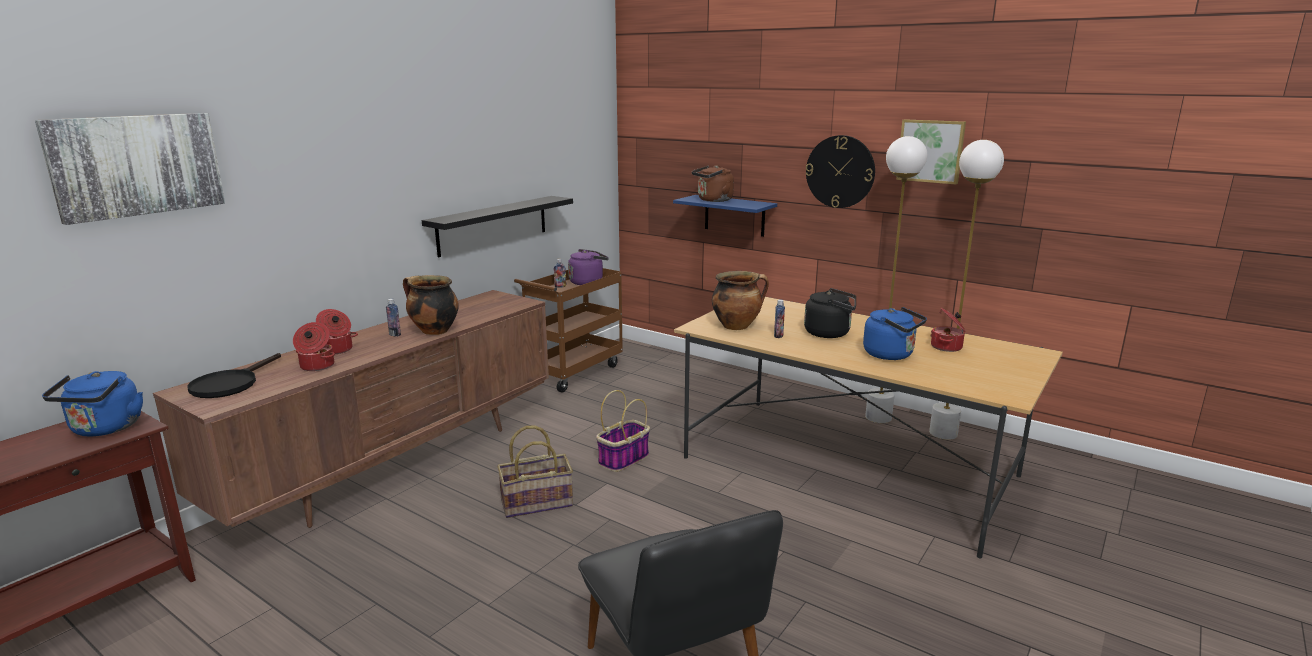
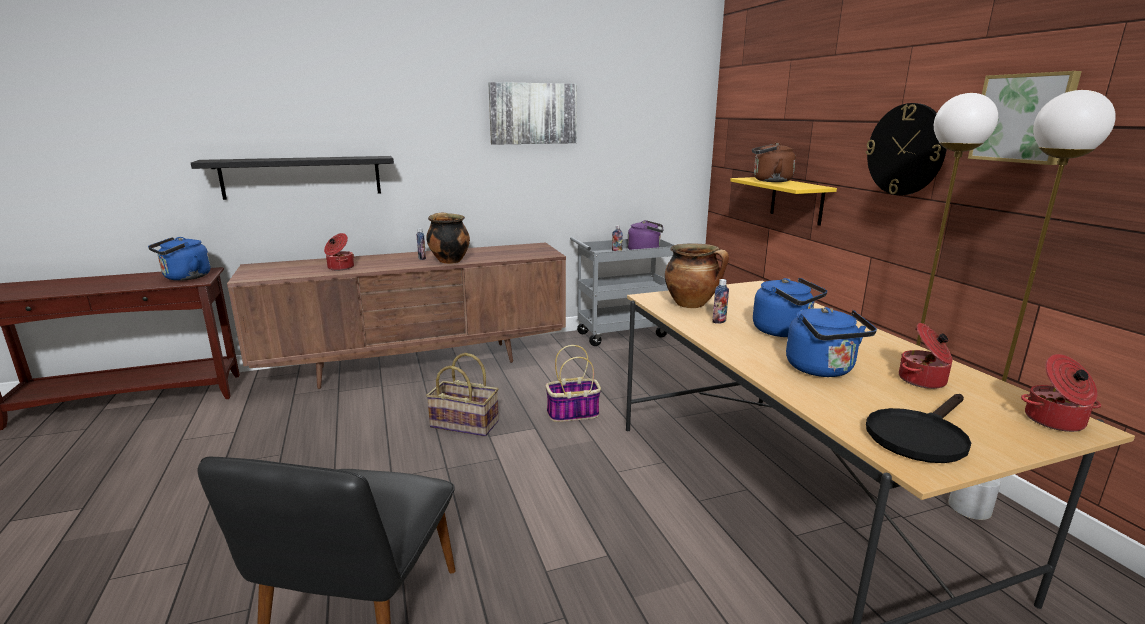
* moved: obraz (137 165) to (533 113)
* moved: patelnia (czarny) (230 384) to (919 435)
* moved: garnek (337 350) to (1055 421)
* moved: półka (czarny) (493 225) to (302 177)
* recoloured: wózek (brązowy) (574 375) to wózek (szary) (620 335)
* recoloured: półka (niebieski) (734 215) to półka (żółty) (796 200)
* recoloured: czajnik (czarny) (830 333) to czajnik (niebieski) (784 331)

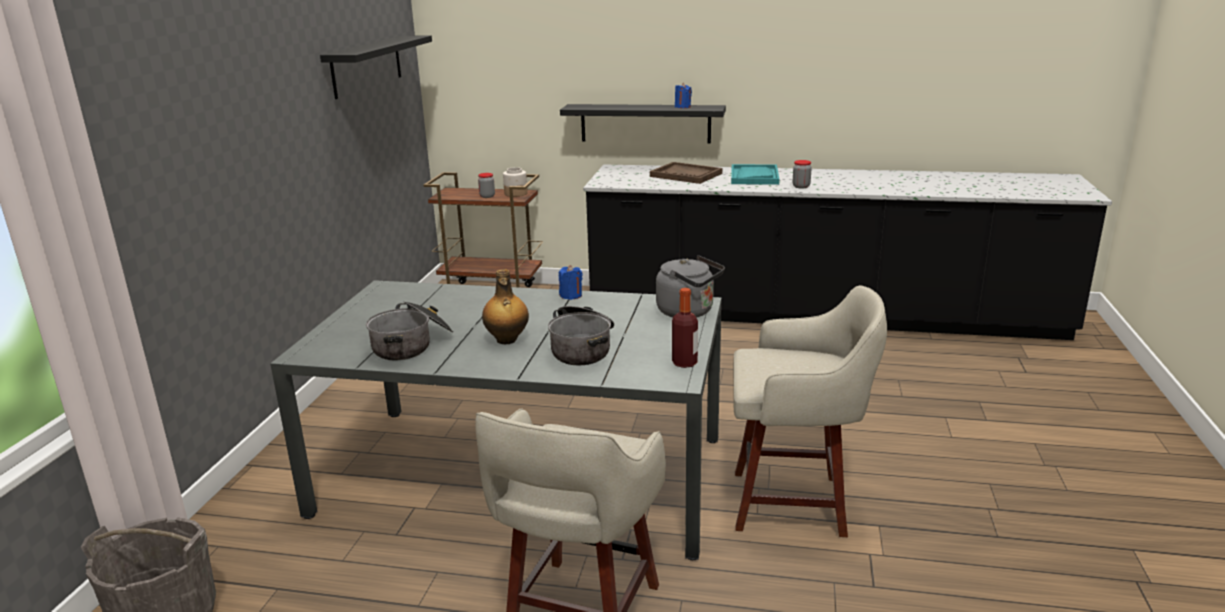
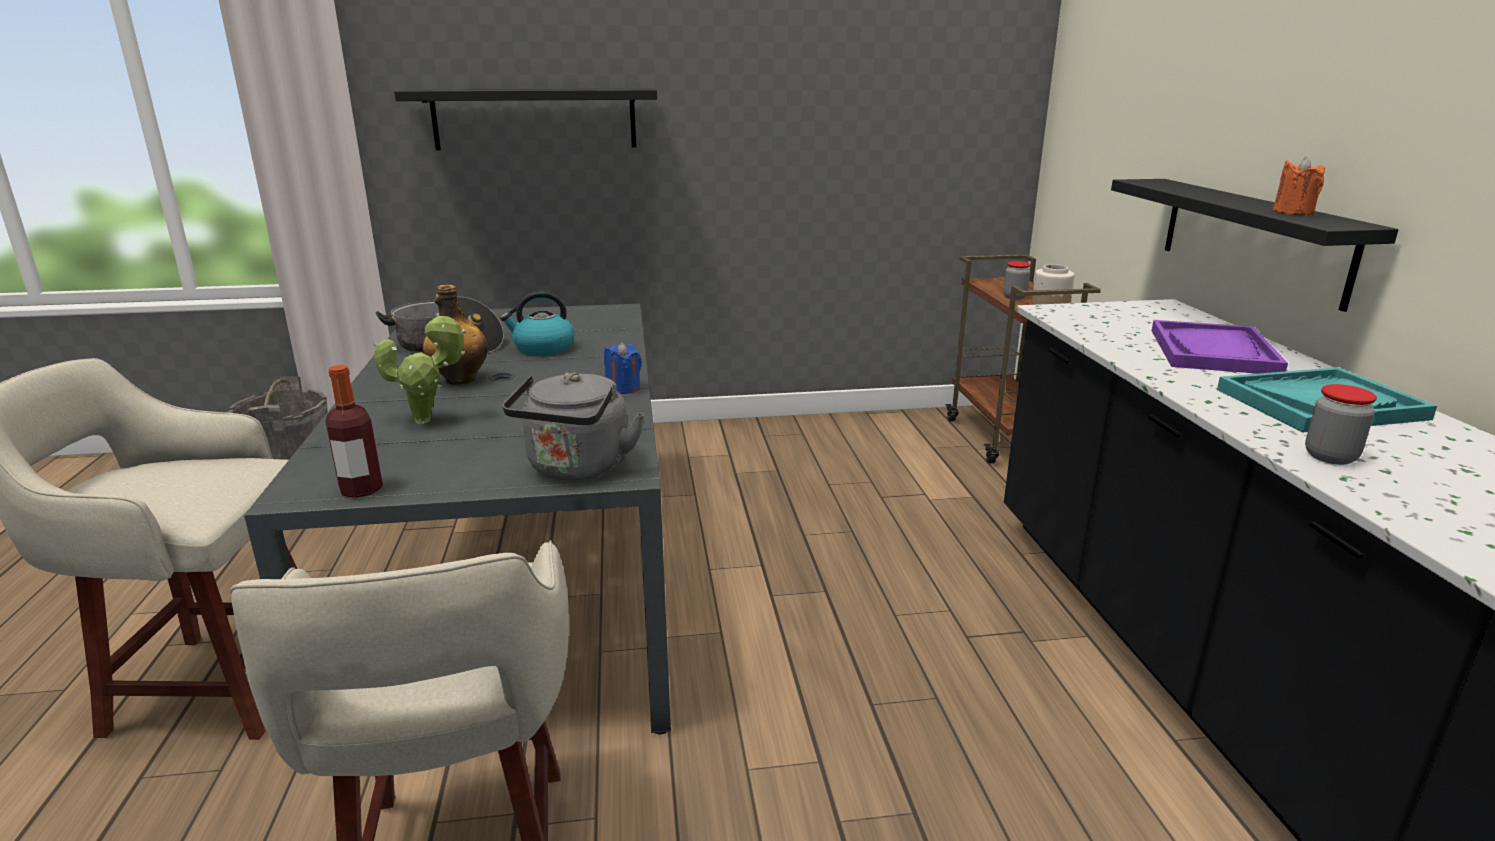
* moved: półka (czarny) (367 66) to (535 119)
* replaced: garnek (583 348) to roślina doniczkowa (428 420)
* recoloured: taca (brązowy) (686 175) to taca (fioletowy) (1213 351)
* recoloured: świeca (niebieski) (682 107) to świeca (pomarańczowy) (1293 212)
* added: czajnik (543 348)

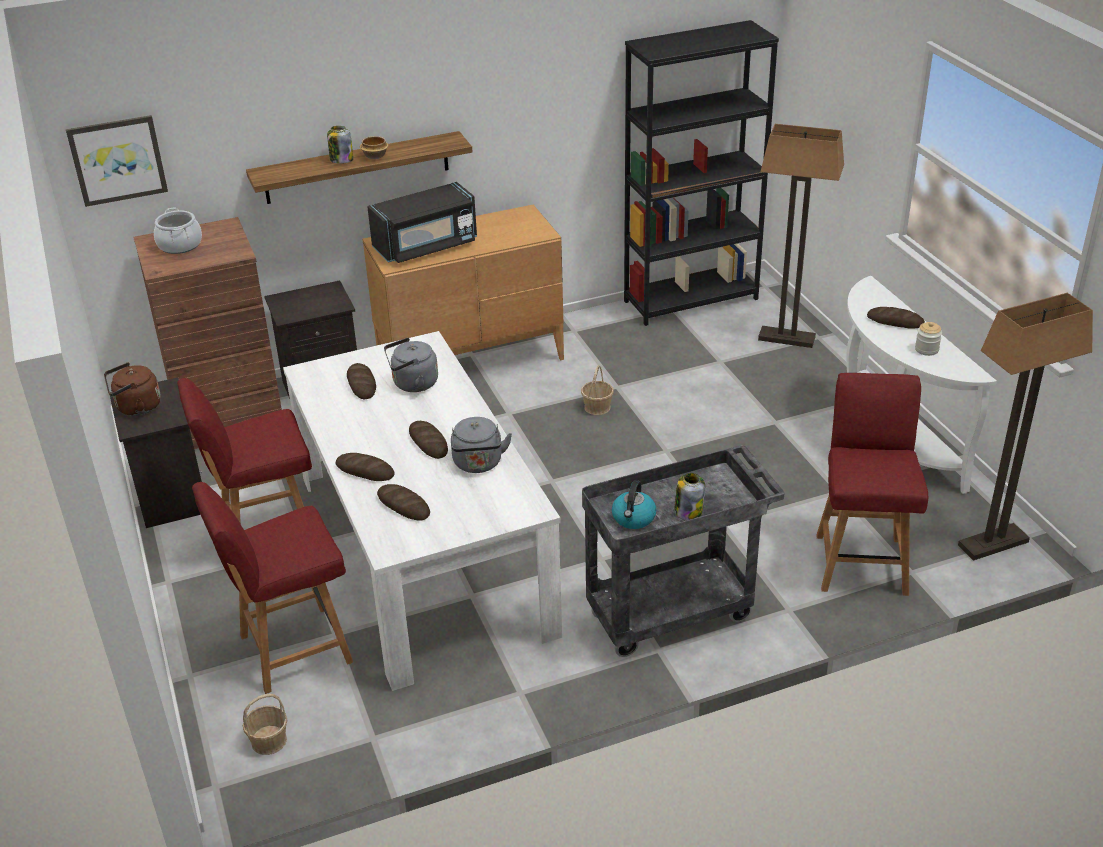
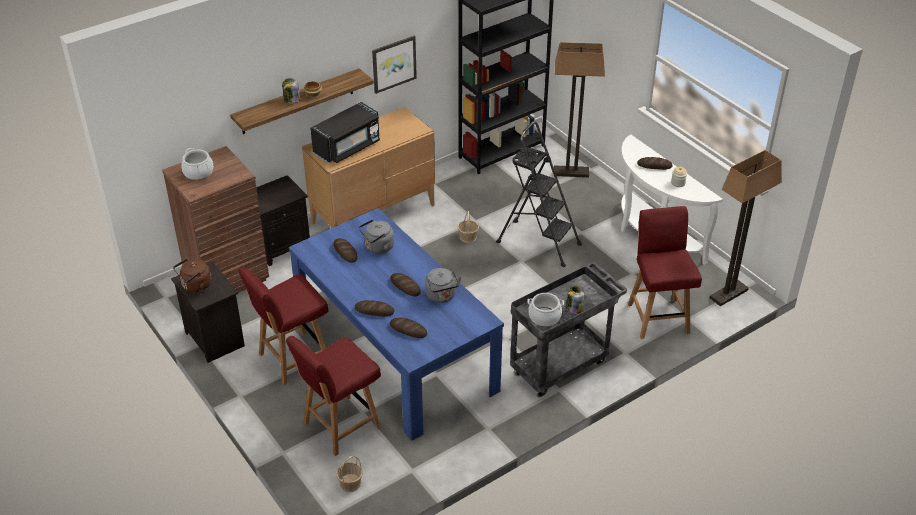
* moved: obraz (117 160) to (393 64)
* recoloured: stół jadalny (biały) (423 553) to stół jadalny (niebieski) (395 351)
* replaced: czajnik (633 518) to garnek (544 317)
* added: drabinka (537 242)

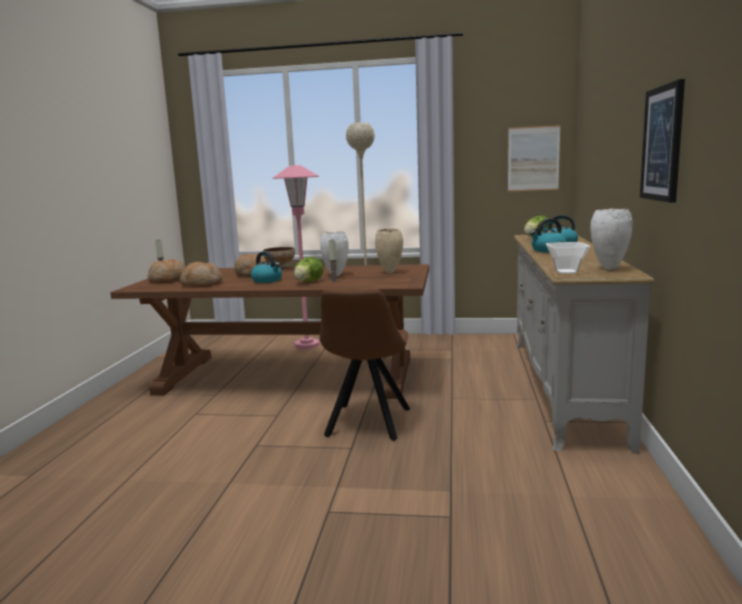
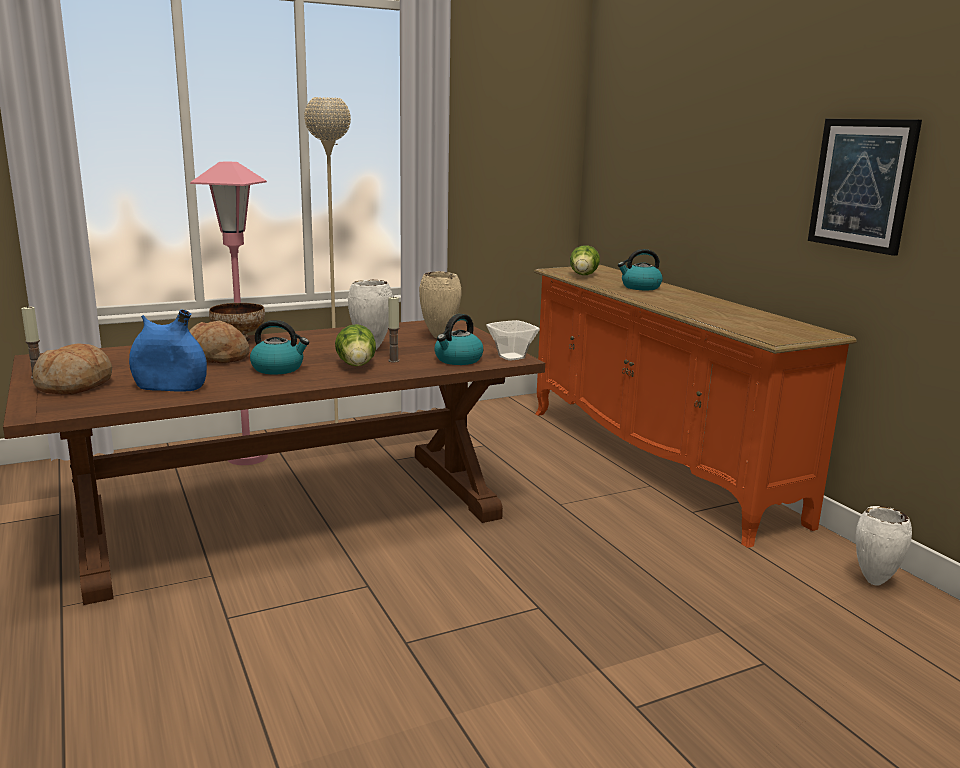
* replaced: chleb (201 284) to wazon (niebieski) (170 387)
* removed: krzesło (brązowy) (367 422)
* removed: obraz (533 158)
* recoloured: szafka (szary) (561 386) to szafka (pomarańczowy) (652 463)
* moved: czajnik (548 250) to (458 360)
* moved: miska (565 272) to (511 357)
* moved: wazon (biały) (608 269) to (873 582)

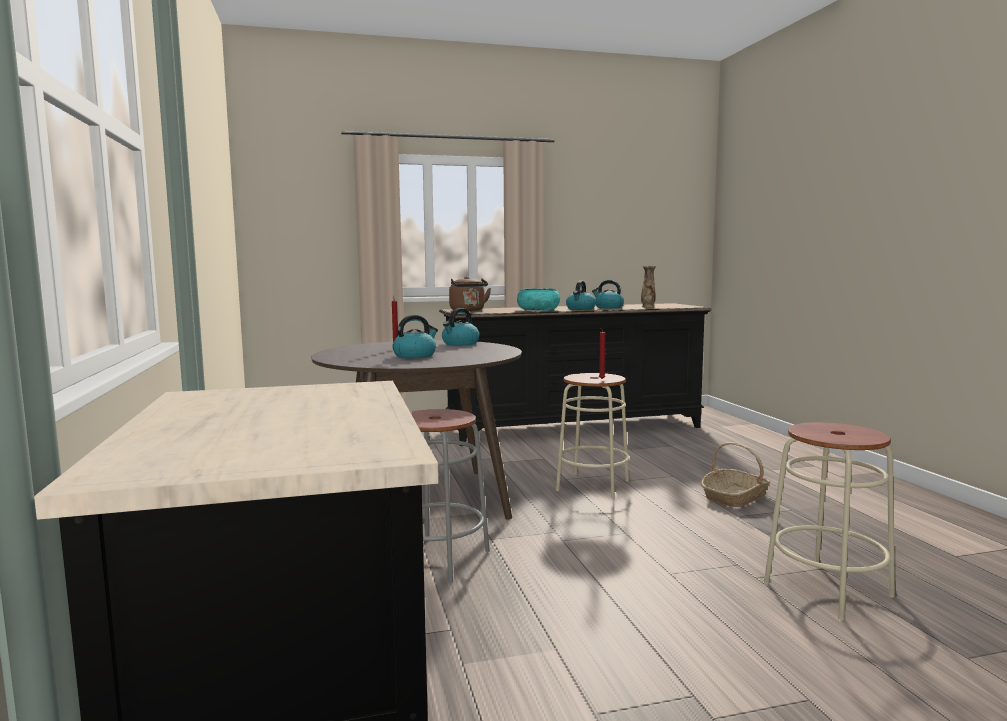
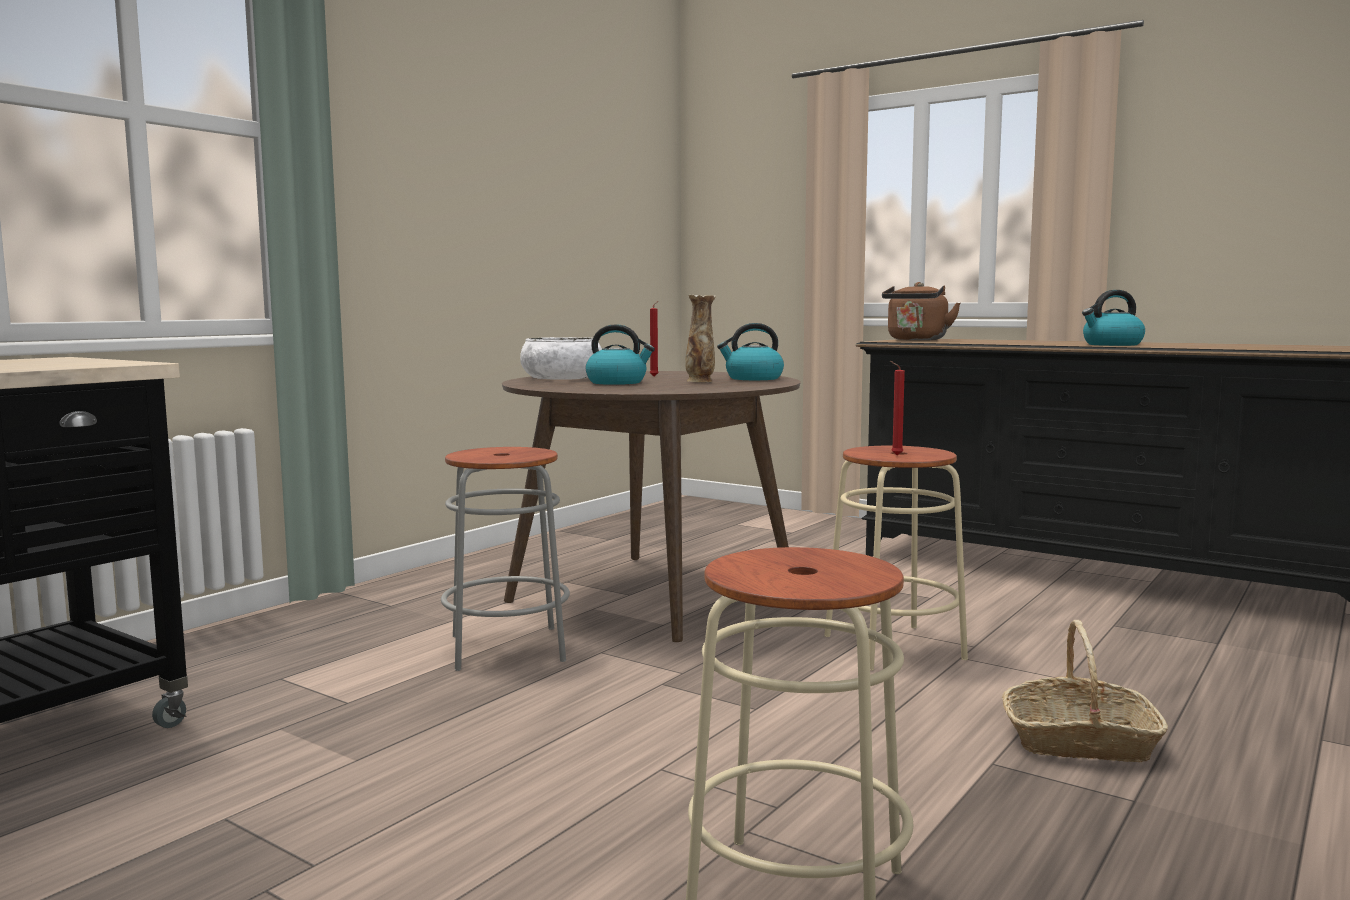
* removed: miska (turkusowy) (538 310)
* removed: czajnik (608 307)
* moved: wazon (648 307) to (700 381)
* added: miska (biały) (562 378)

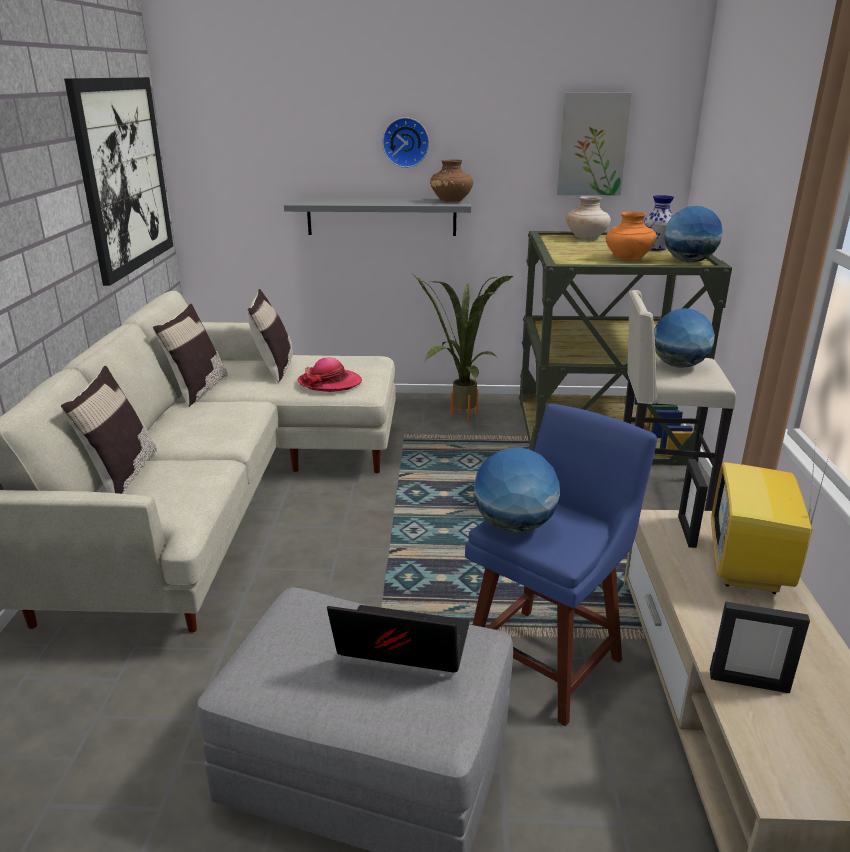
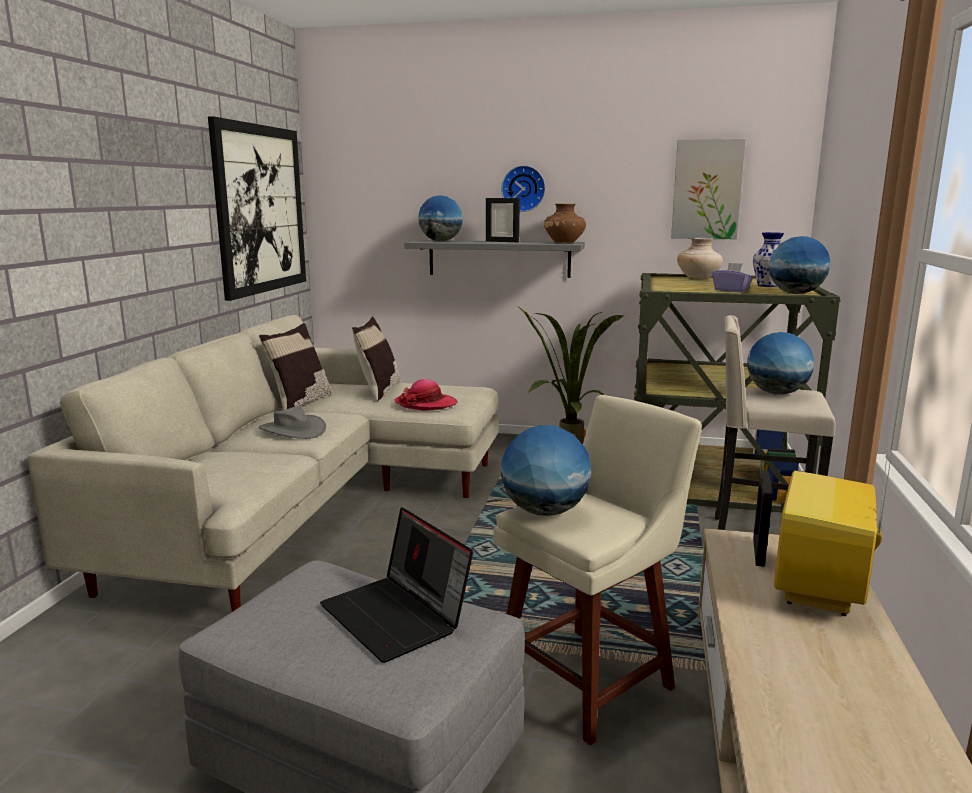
* removed: poduszka (121 475)
* turned: laptop (400 647) = (397 616) 150 degrees counterclockwise
* recoloured: stołek (niebieski) (548 659) to stołek (beżowy) (590 678)
* replaced: wazon (pomarańczowy) (628 258) to pudełko chusteczek (fioletowy) (731 290)
* moved: ramka na zdjęcie (749 681) to (502 241)
* added: kapelusz (szary) (292 430)
* added: globus (441 241)

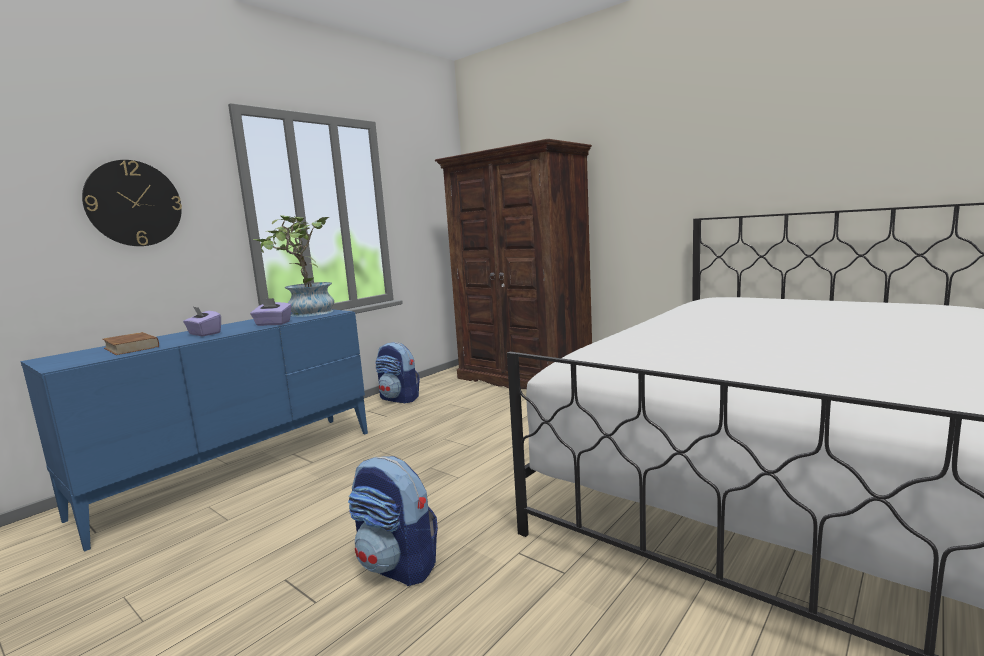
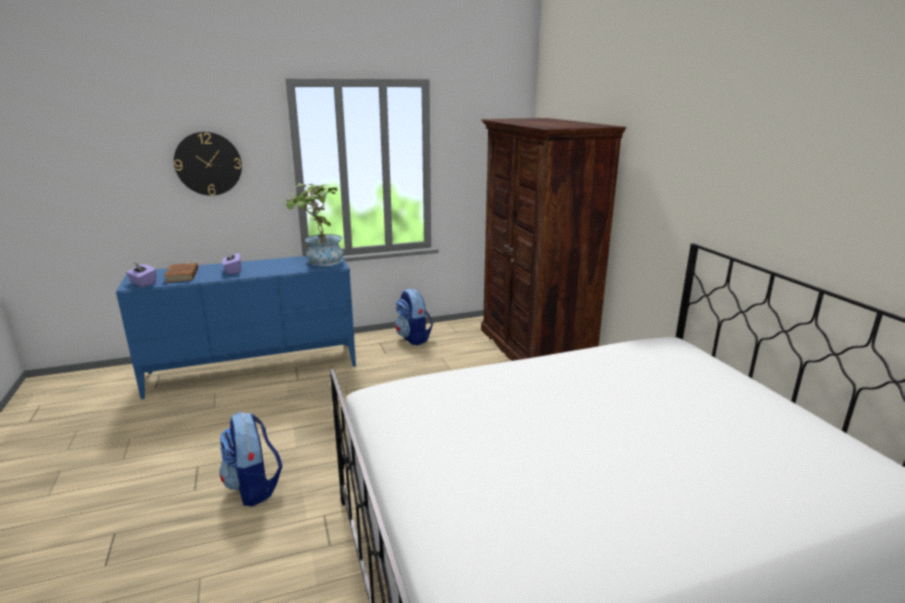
* moved: pudełko chusteczek (fioletowy) (273 324) to (143 283)

